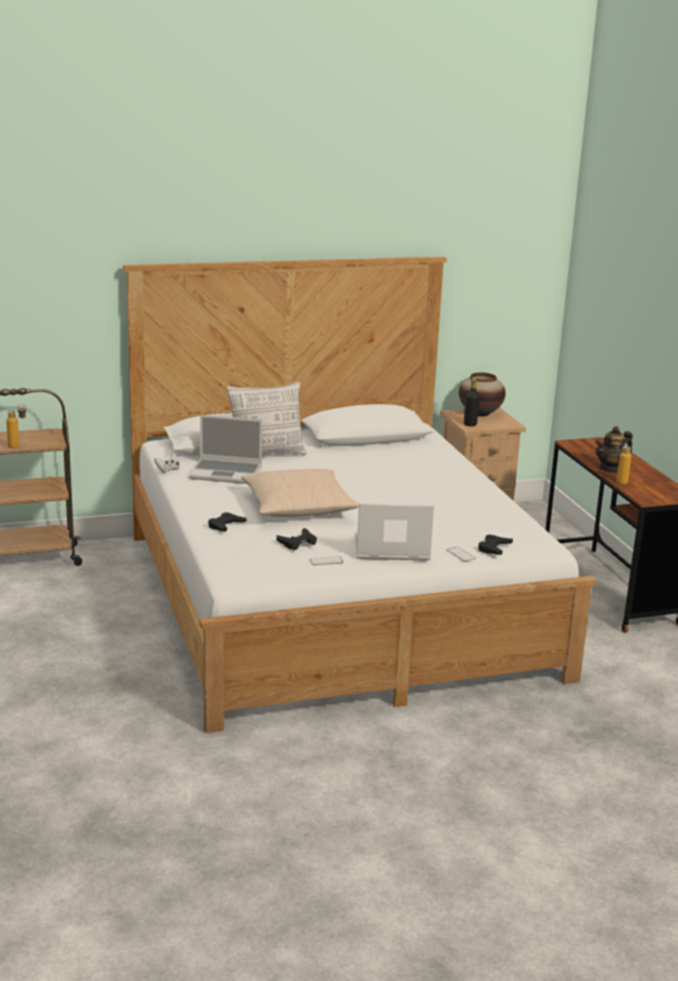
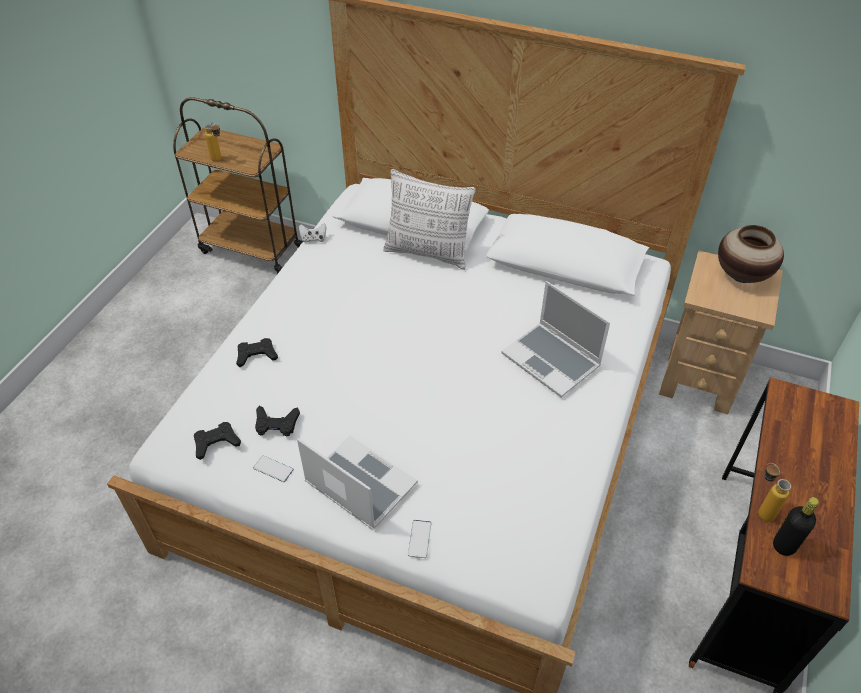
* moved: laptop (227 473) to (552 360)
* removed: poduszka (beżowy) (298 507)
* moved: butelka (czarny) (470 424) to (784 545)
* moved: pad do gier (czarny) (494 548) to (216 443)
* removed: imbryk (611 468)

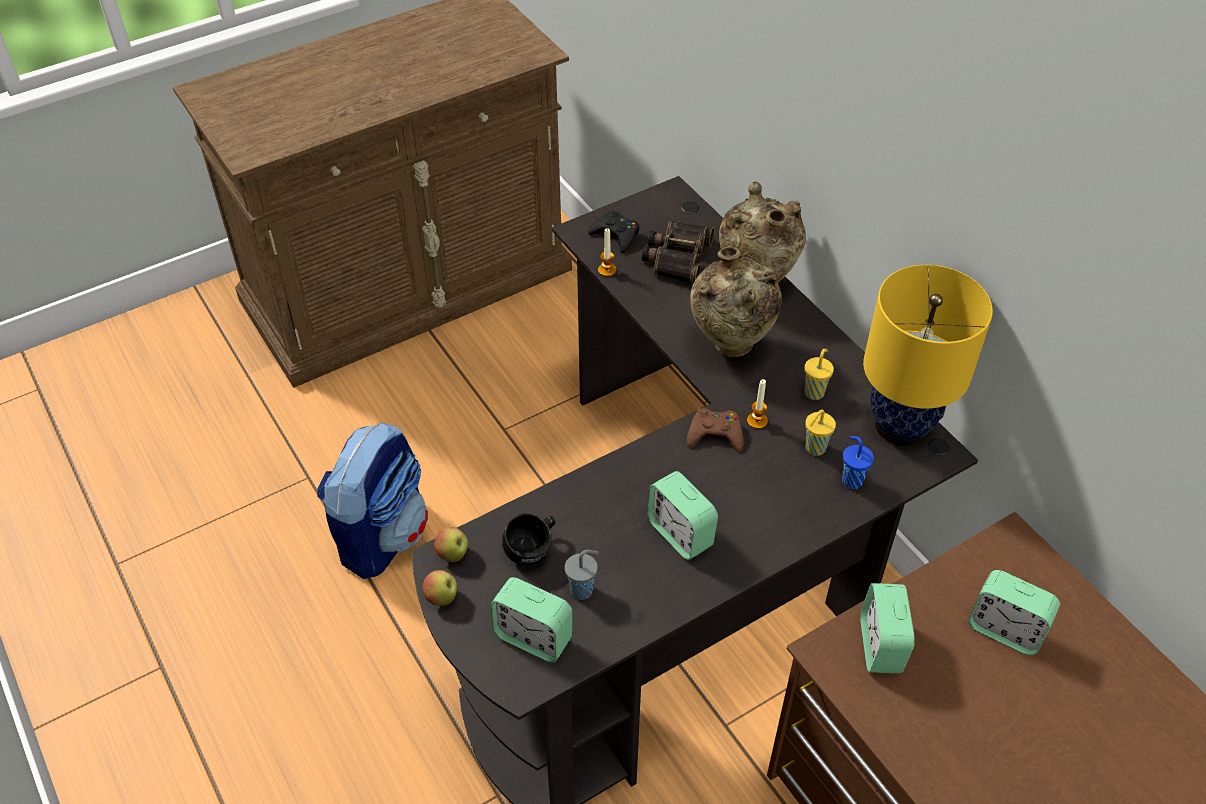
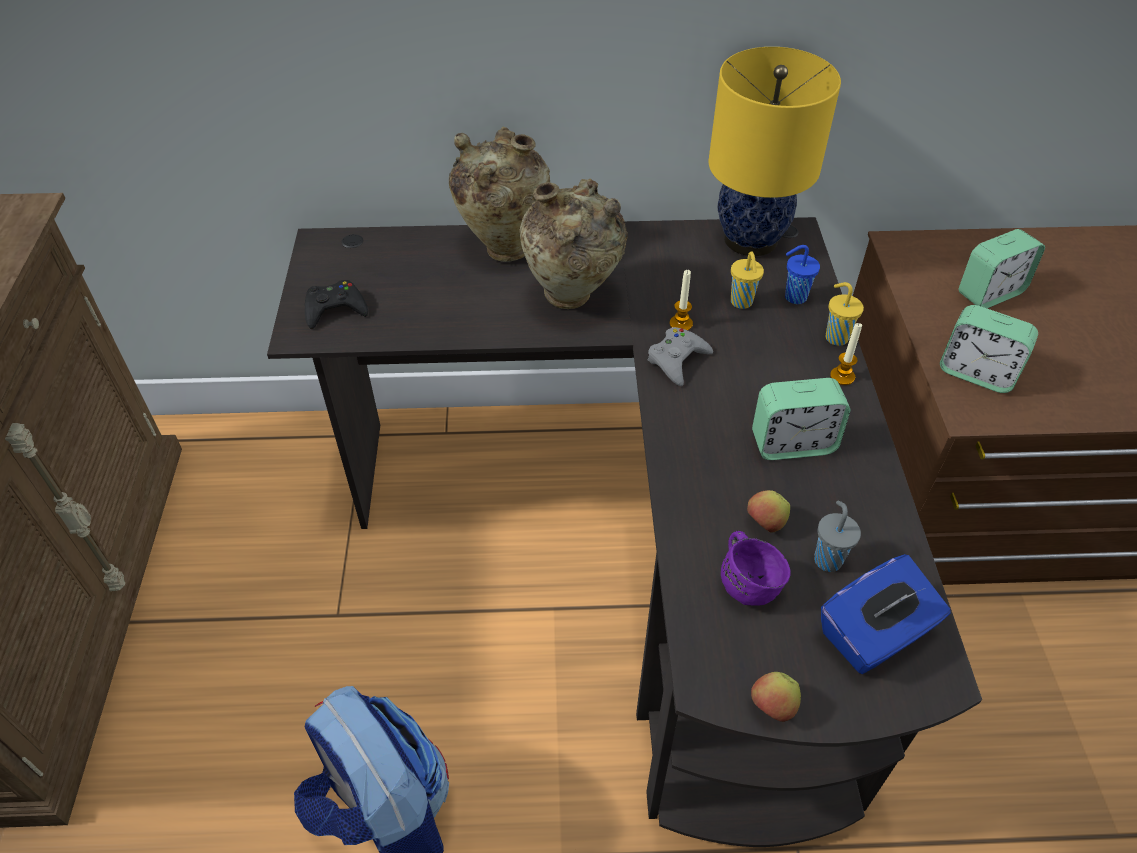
* moved: jabłko (453 554) to (765 524)
* replaced: budzik (533 637) to pudełko chusteczek (niebieski) (874 635)
* recoloured: kubek (czarny) (533 551) to kubek (fioletowy) (748 581)
* moved: świeca (607 270) to (842 376)
* removed: lornetka (677 257)
* recoloured: pad do gier (brązowy) (715 434) to pad do gier (szary) (677 360)
* moved: filiżanka (żółty) (814 392) to (835 337)

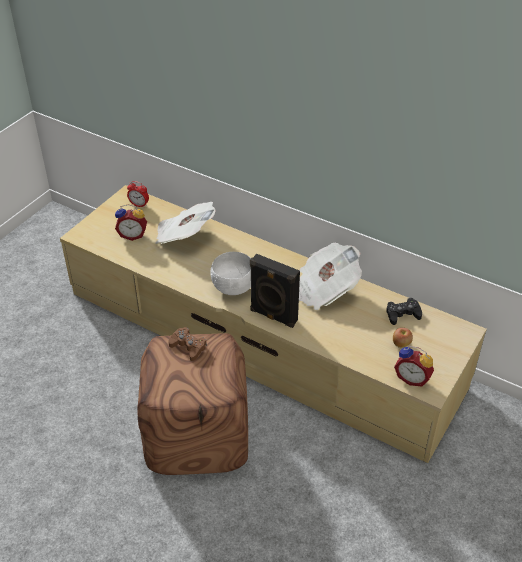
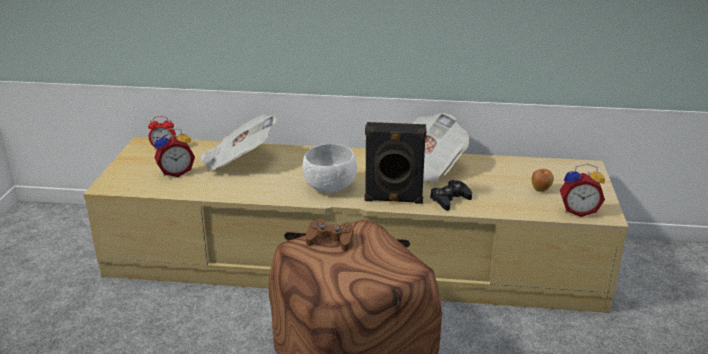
* moved: pad do gier (czarny) (402 314) to (450 199)

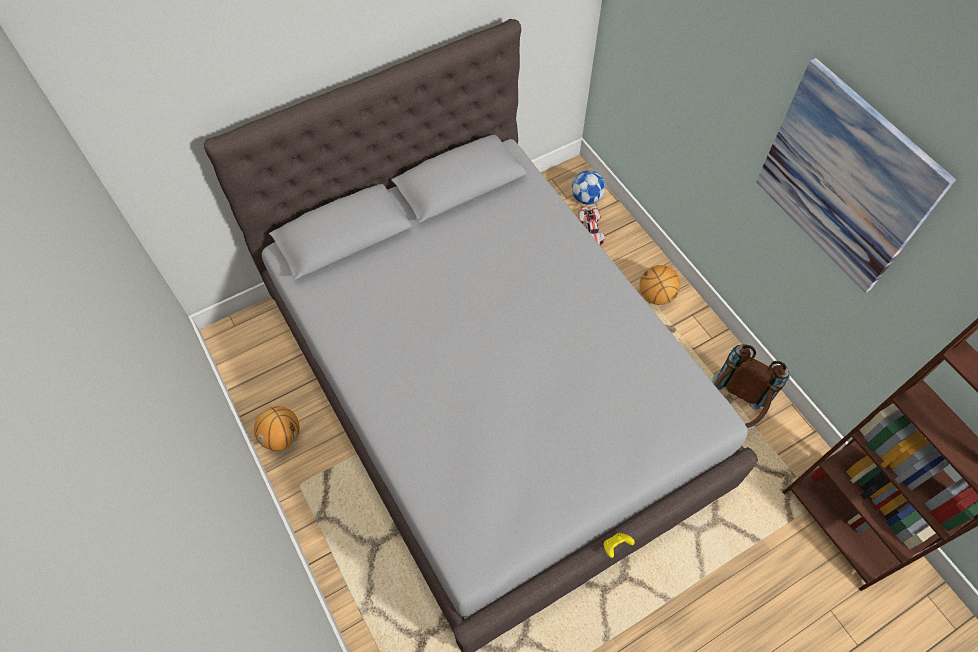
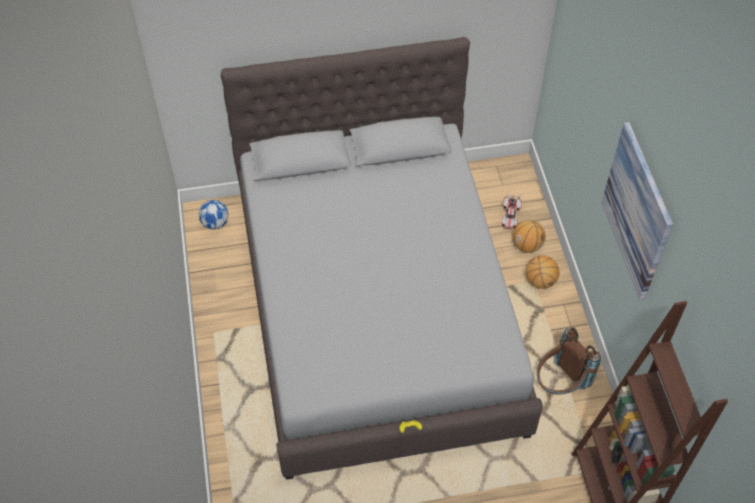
* moved: piłka do koszykówki (282 436) to (527 245)
* moved: piłka futbolowa (586 198) to (215 223)

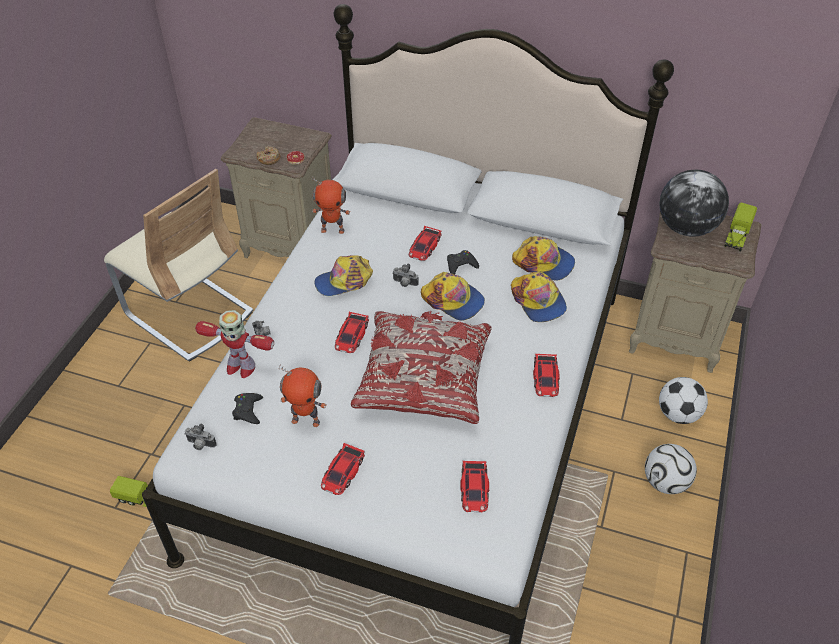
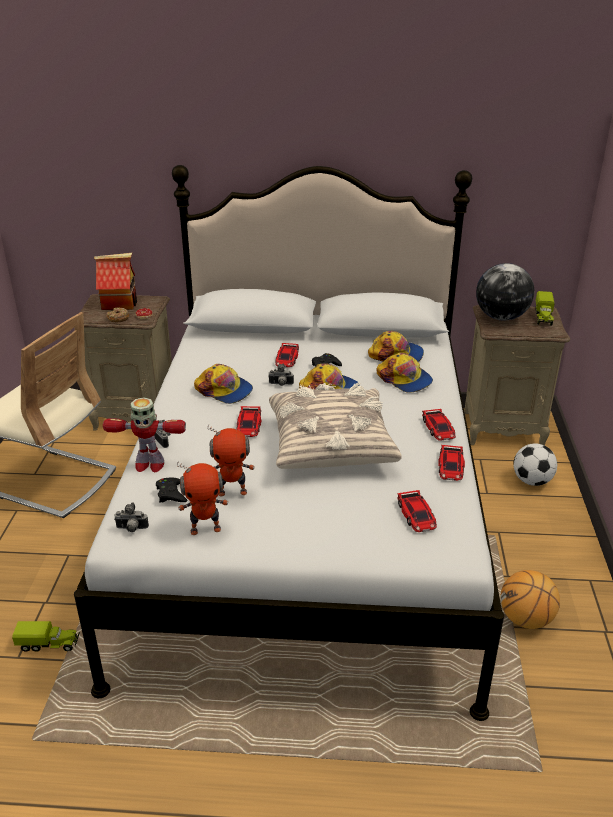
* moved: robot zabawkowy (333 229) to (205 529)
* turned: czapka z daszkiem (344 281) = (224 390) 105 degrees counterclockwise
* moved: samochodzik (343 472) to (451 467)
* recoloured: poduszka (czerwony) (423 381) to poduszka (beżowy) (330 448)
* removed: piłka futbolowa (665 482)
* added: domek (120 303)
* added: piłka do koszykówki (525 619)

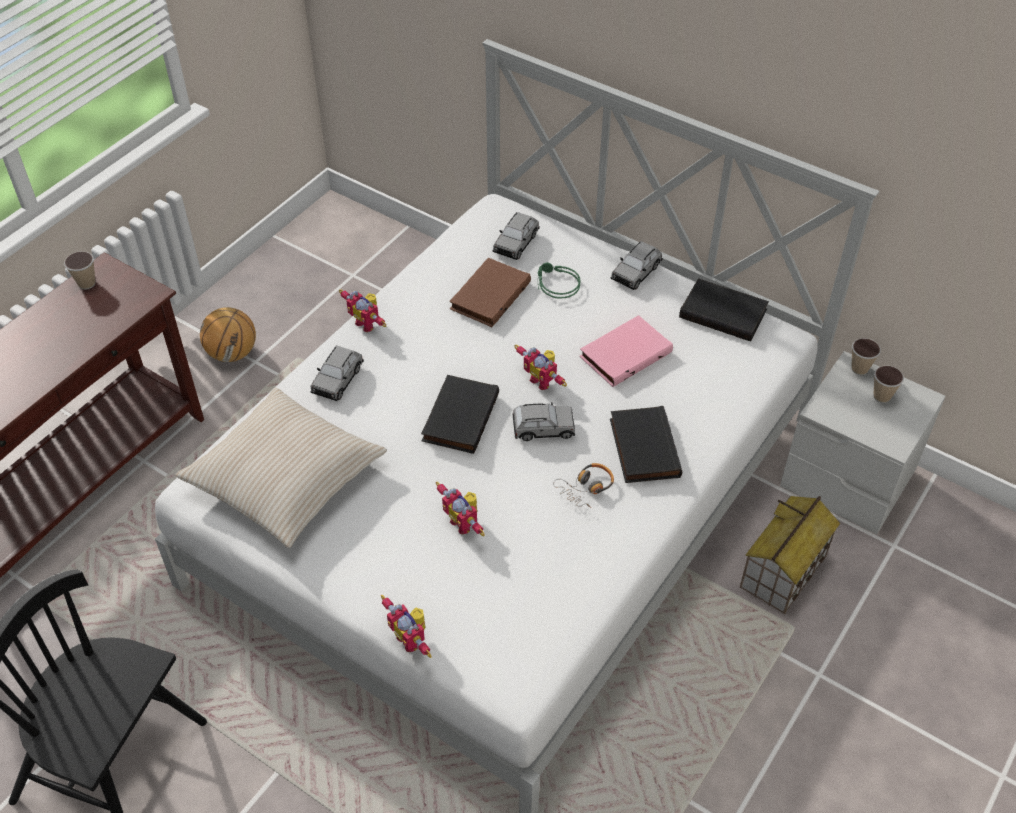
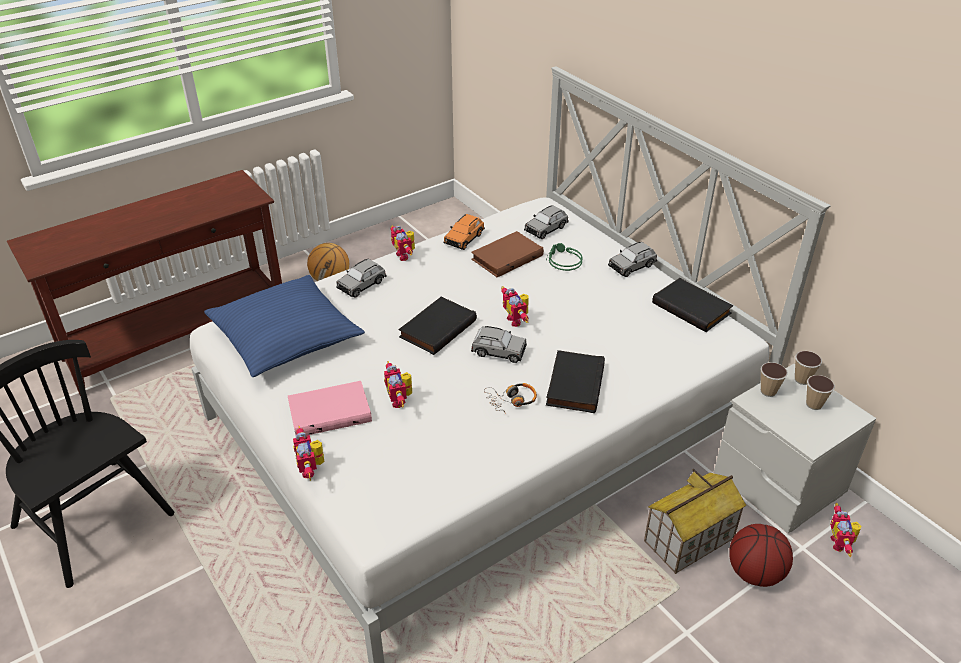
* moved: filiżanka (87 283) to (768 391)
* recoloured: poduszka (beżowy) (285 477) to poduszka (niebieski) (285 337)
* moved: książka (różowy) (624 353) to (330 411)
* added: samochodzik (pomarańczowy) (464 239)
* added: piłka do koszykówki (754 572)
* added: robot zabawkowy (841 543)

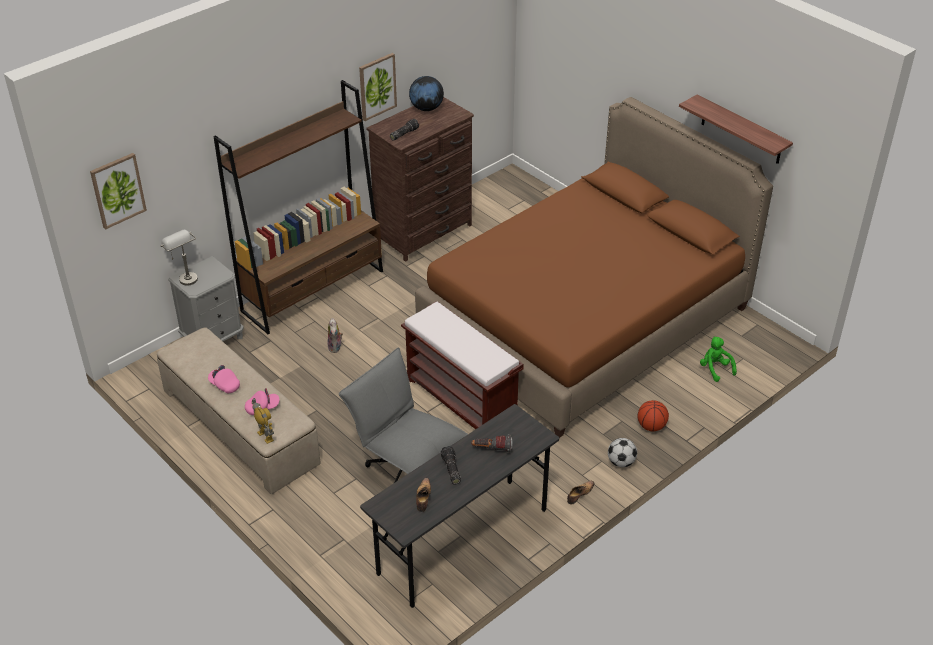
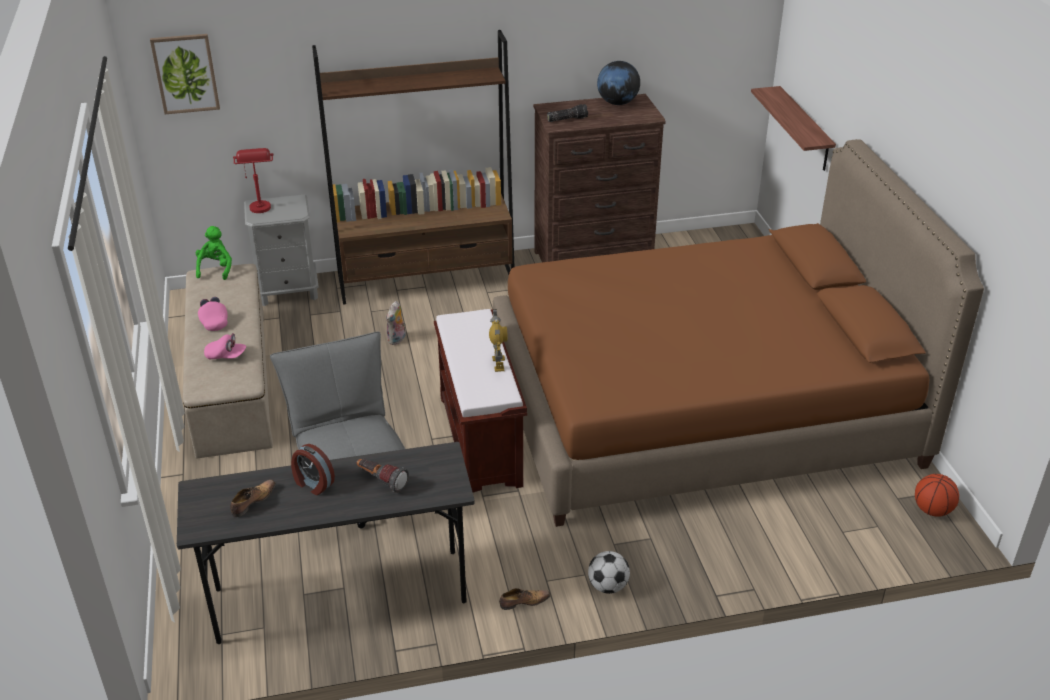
* recoloured: lampa stołowa (szary) (184 277) to lampa stołowa (czerwony) (259 204)
* moved: robot zabawkowy (265 436) to (498 363)
* removed: obraz (377 86)
* replaced: latarka (450 469) to budzik (313 484)
* moved: piłka do koszykówki (651 426) to (932 510)
* moved: półka (741 130) to (804 129)
* moved: pluszak (zielony) (715 369) to (216 269)

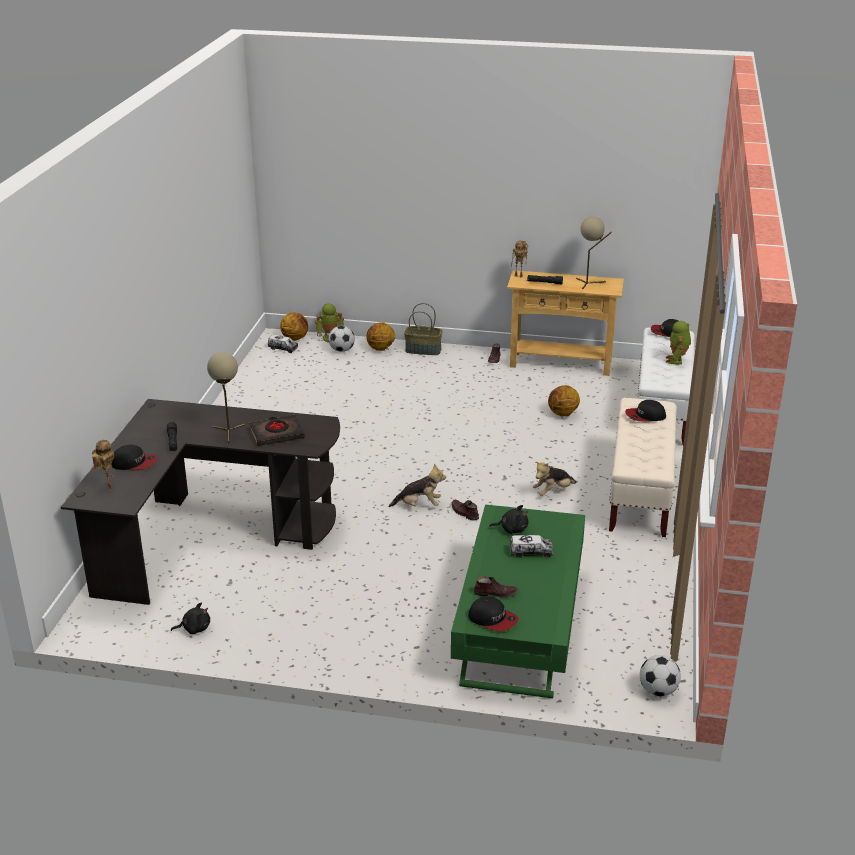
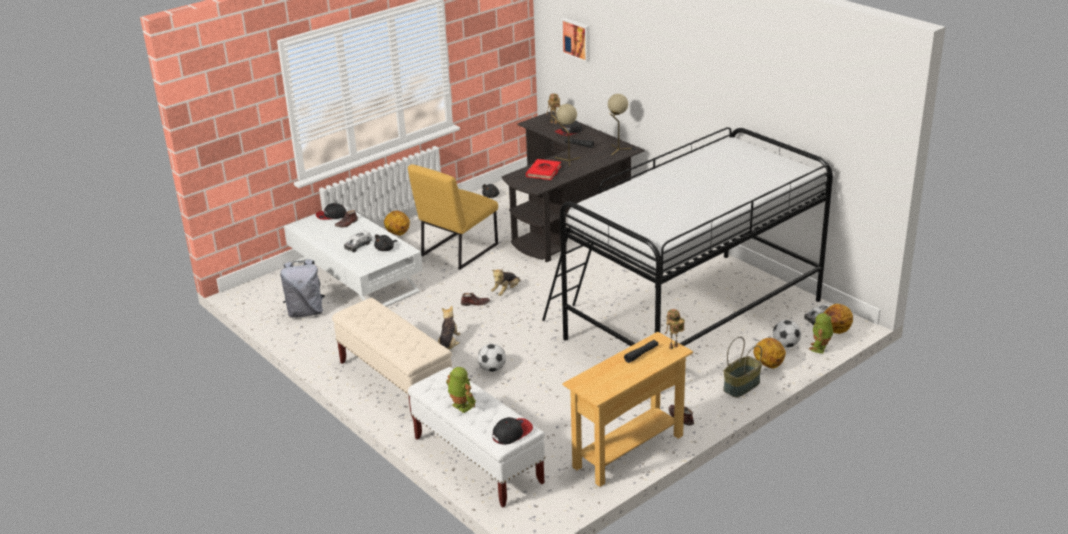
* recoloured: książka (czarny) (277 434) to książka (czerwony) (544 172)
* recoloured: ława (zielony) (520 623) to ława (biały) (356 278)
* moved: piłka do koszykówki (562 414) to (397 233)
* moved: lampa stołowa (beżowy) (589 283) to (617 150)
* removed: czapka z daszkiem (645 416)
* moved: piłka futbolowa (658 690) to (492 369)
* added: plecak (szary) (306 312)
* added: krzesło (żółty) (457 250)
* added: łóżko (czarny) (689 319)
* added: obraz (577 39)

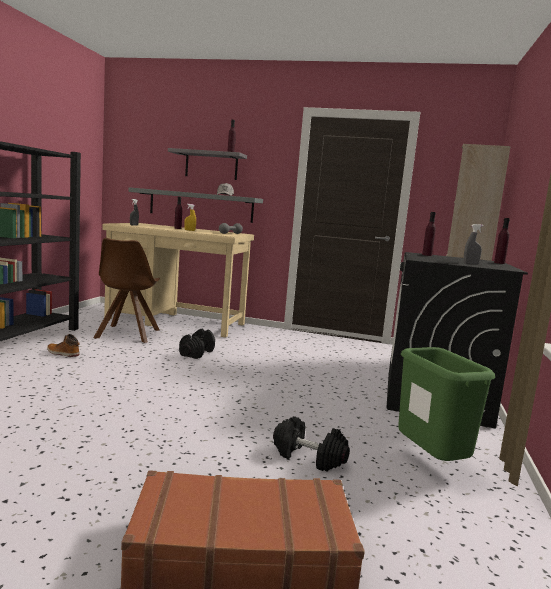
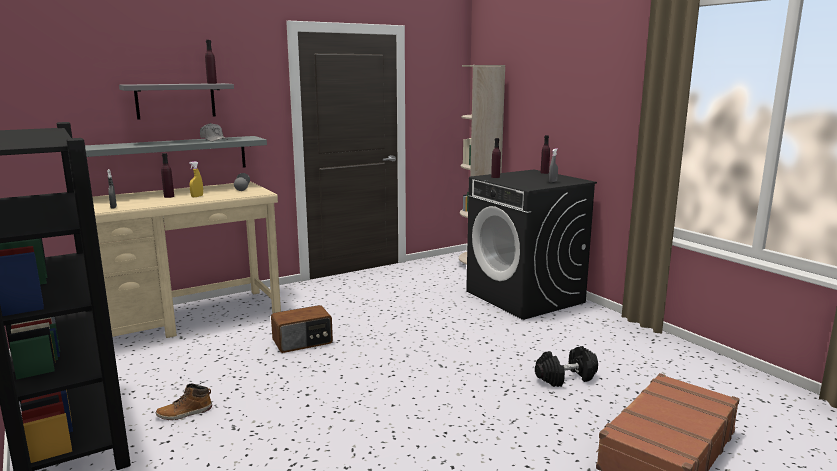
* removed: krzesło (brązowy) (127 334)
* replaced: hantel (czarny) (197 353) to radio (303 342)
* removed: kosz na śmieci (zielony) (431 463)

